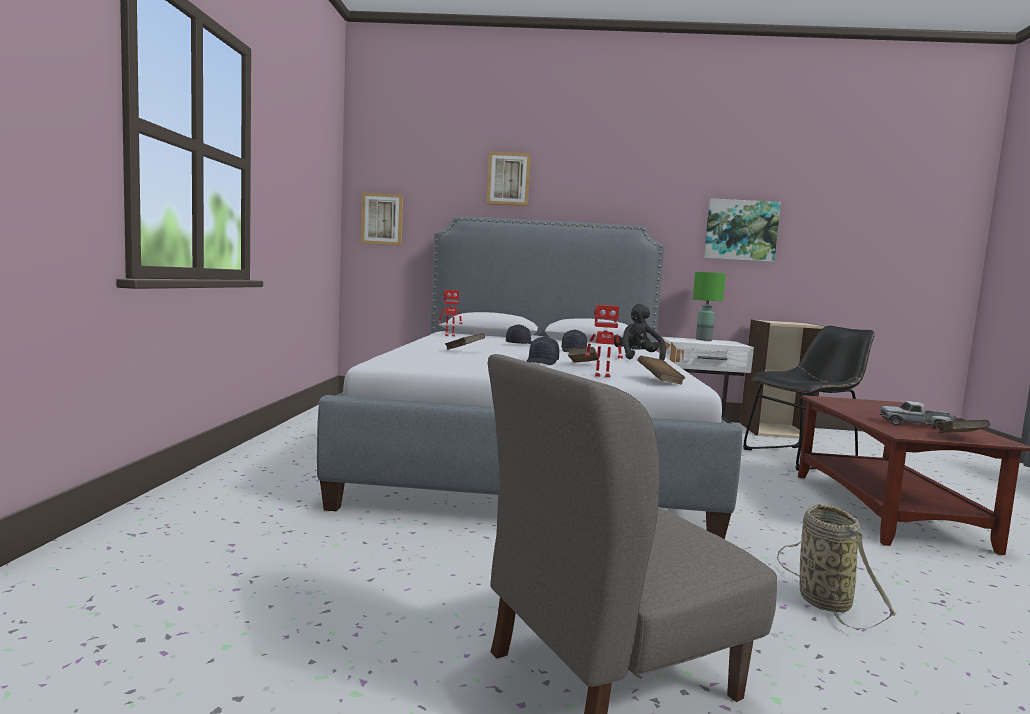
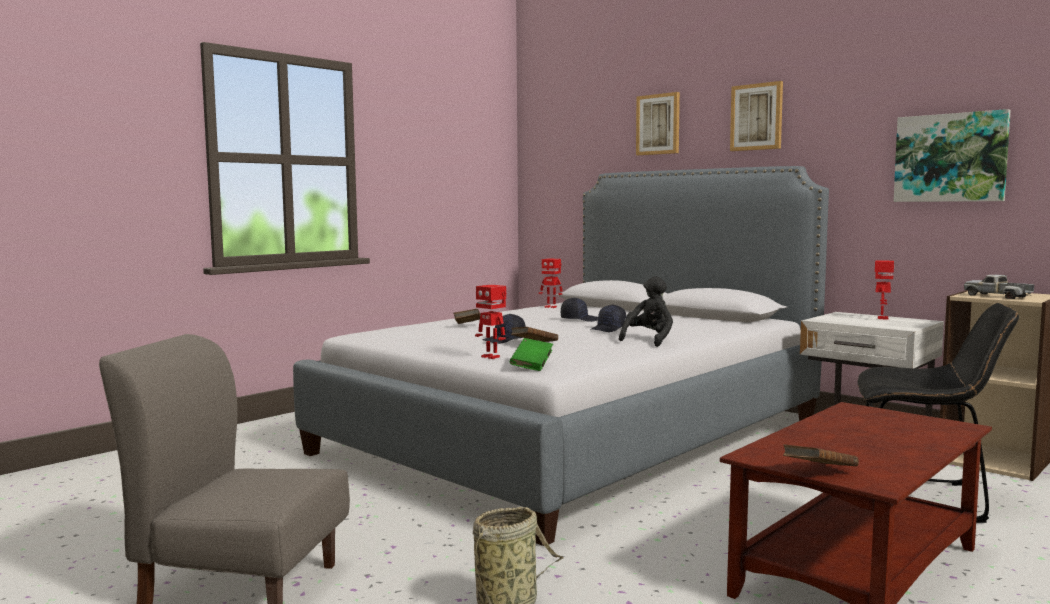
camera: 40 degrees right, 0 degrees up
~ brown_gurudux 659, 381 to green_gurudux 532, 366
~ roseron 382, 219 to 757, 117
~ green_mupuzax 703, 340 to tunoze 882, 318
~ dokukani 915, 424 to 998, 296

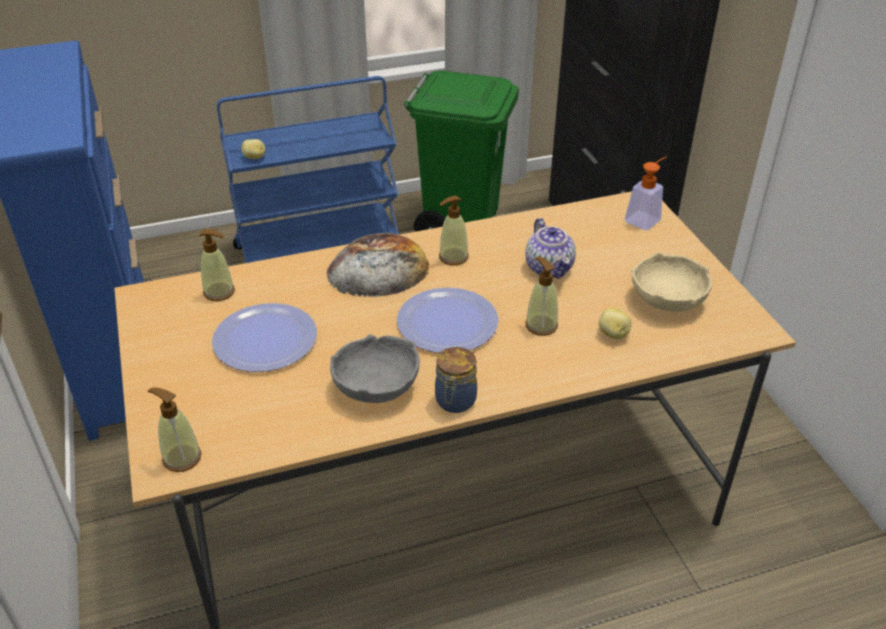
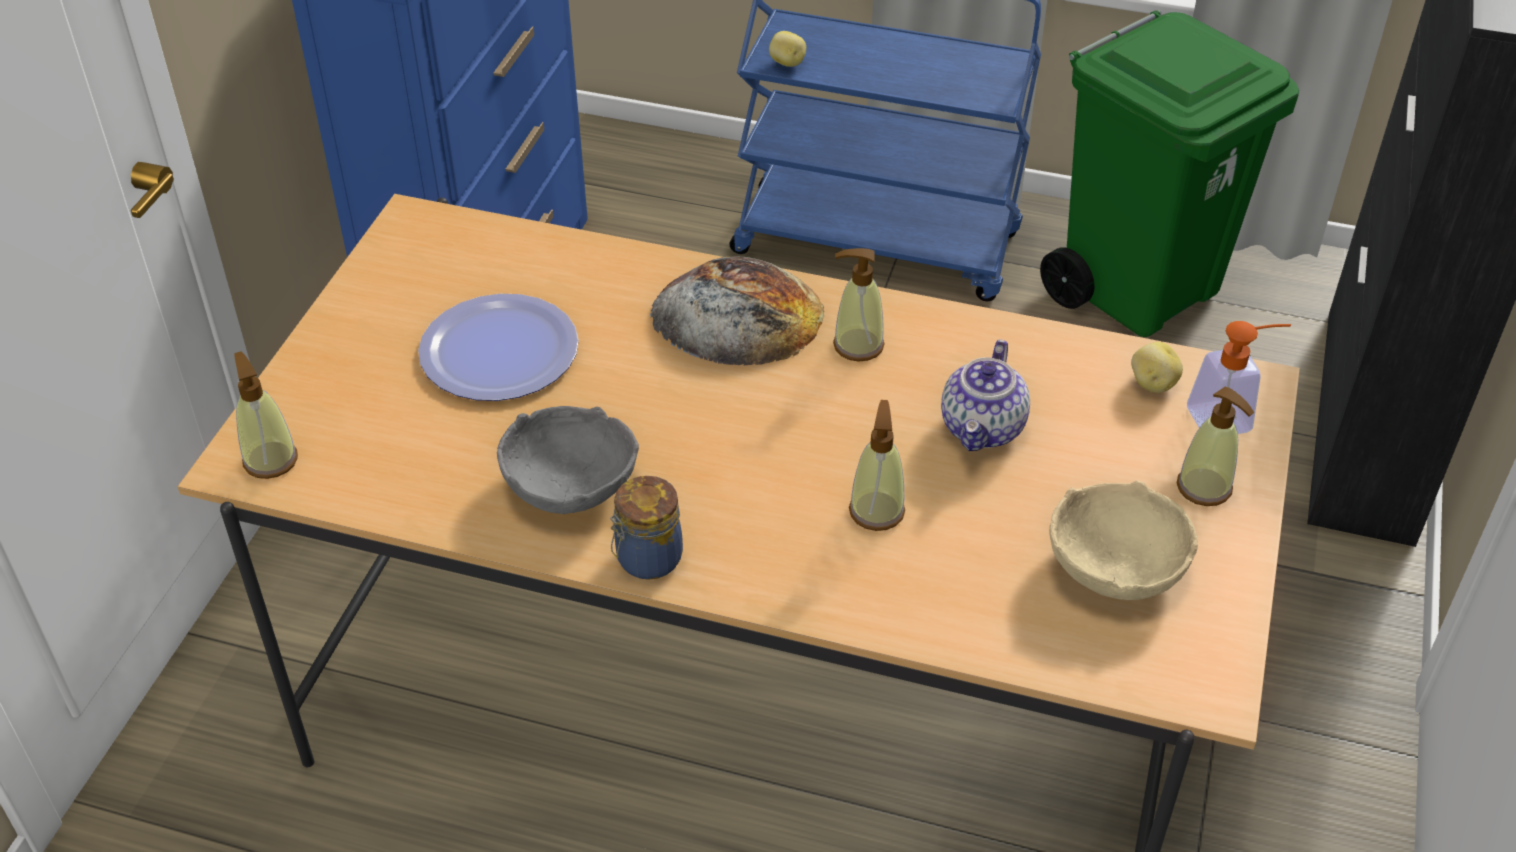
camera: 35 degrees right, 5 degrees up
~ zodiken 613, 334 to 1152, 383
~ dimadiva 219, 292 to 1204, 487
- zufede 447, 322

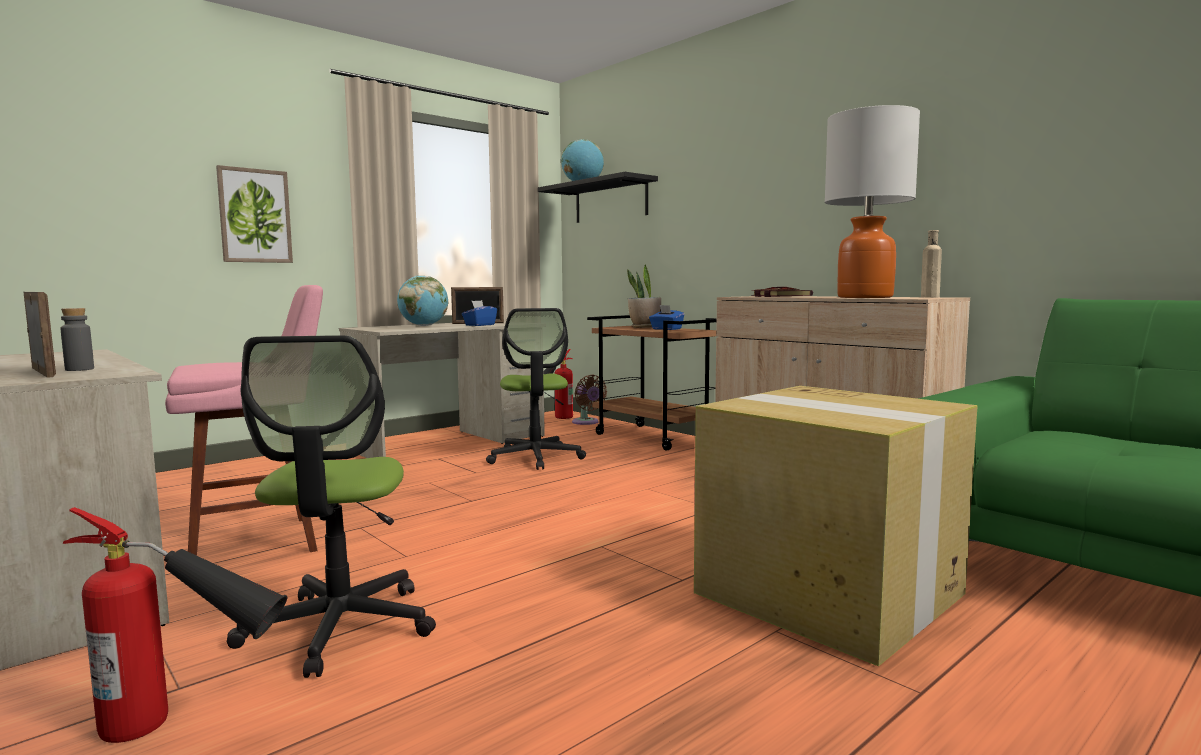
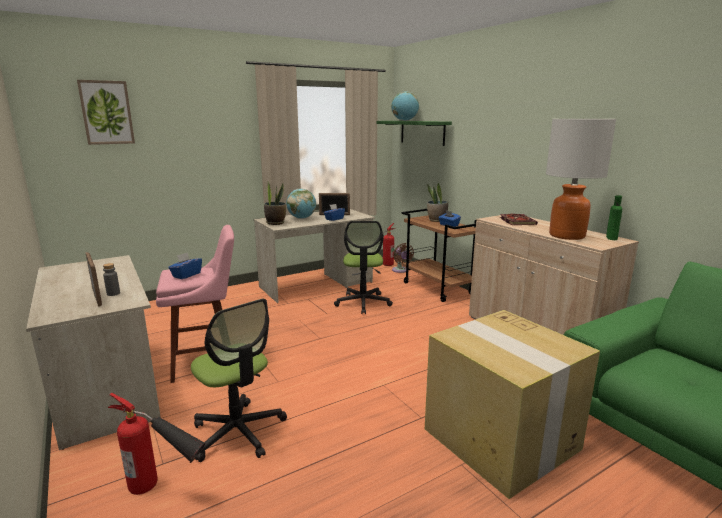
camera: 10 degrees right, 10 degrees up
~ roseron 255, 216 to 106, 112
+ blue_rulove 186, 275
~ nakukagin 339, 627 = 238, 432 45 degrees counterclockwise
+ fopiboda 275, 223
~ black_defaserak 610, 201 to green_defaserak 422, 132
~ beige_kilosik 929, 297 to green_kilosik 611, 238

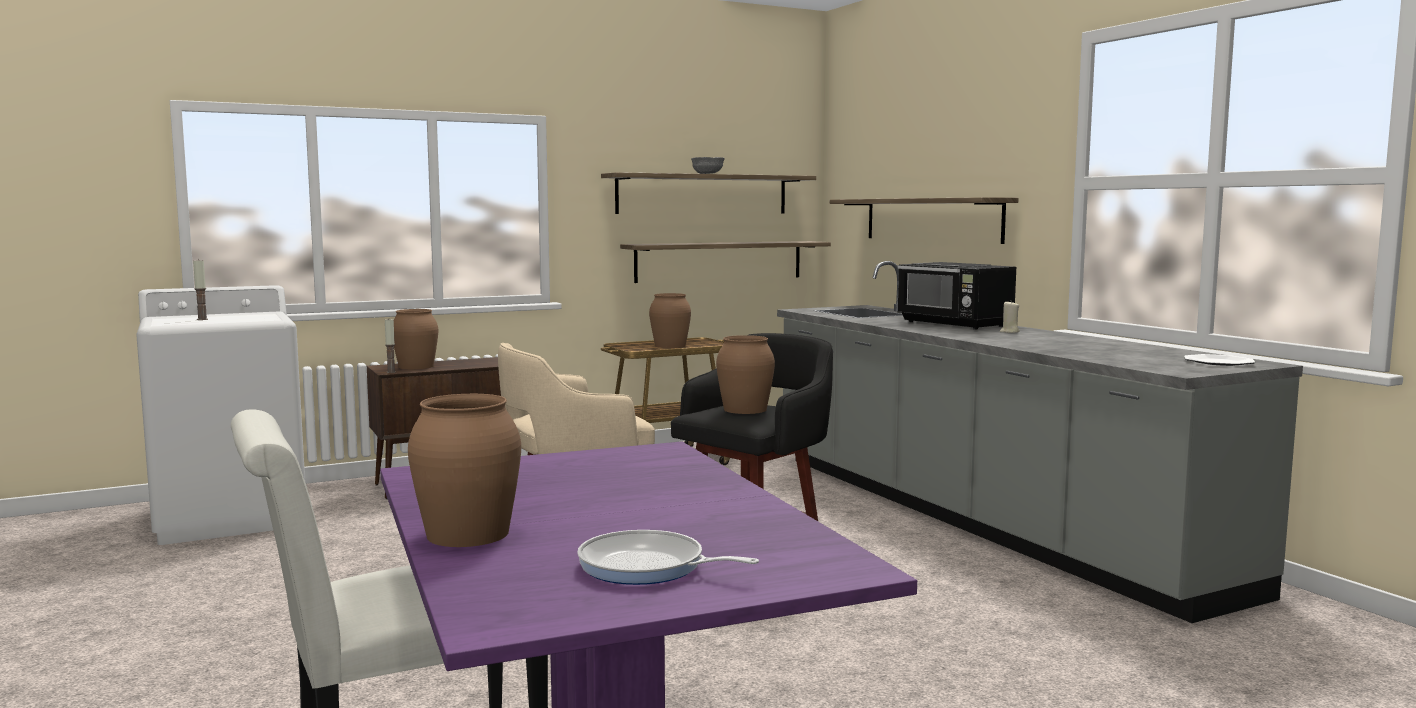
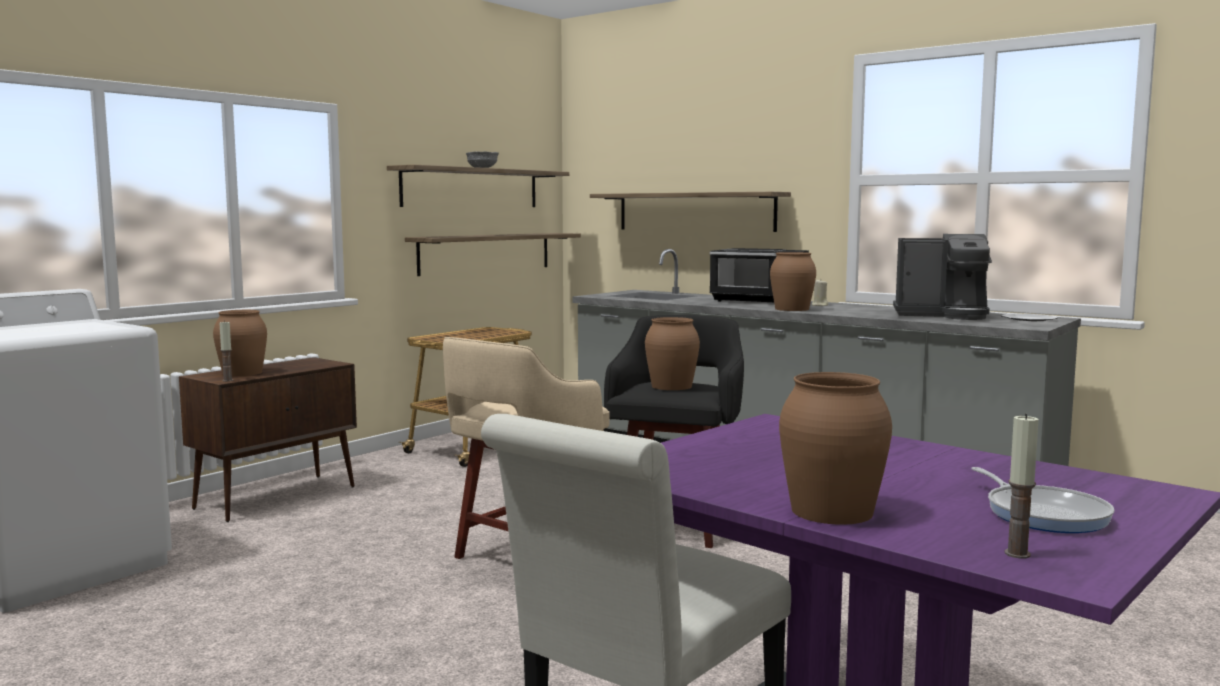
camera: 25 degrees left, 0 degrees up
~ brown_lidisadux 670, 346 to 792, 309
+ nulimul 942, 315
~ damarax 647, 567 = 1043, 514 105 degrees counterclockwise
~ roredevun 202, 319 to 1017, 554

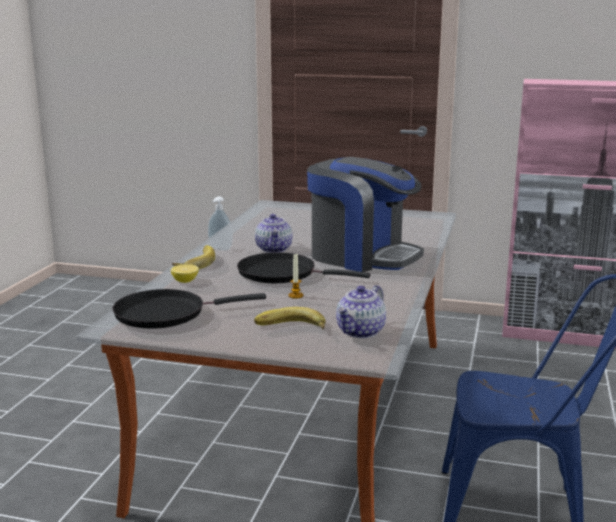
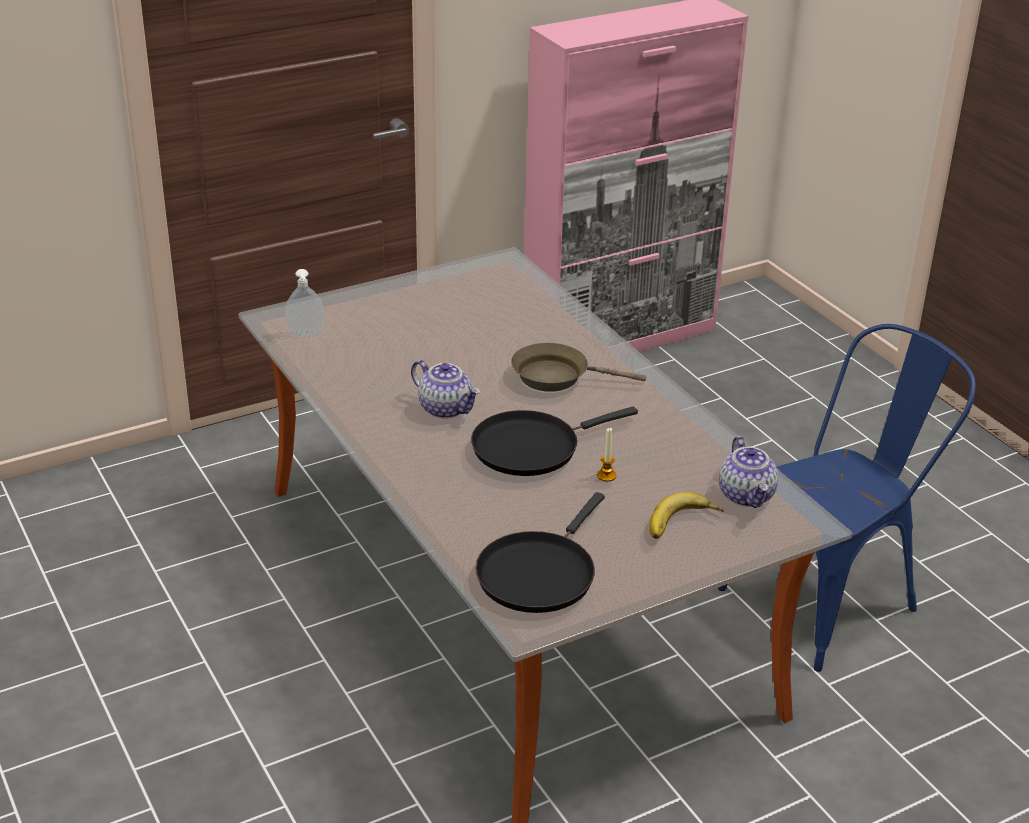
camera: 45 degrees left, 15 degrees up
~ dimadiva 219, 249 to 306, 334
~ nulimul 362, 256 to brown_damarax 556, 376
- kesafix 185, 281
- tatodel 195, 262

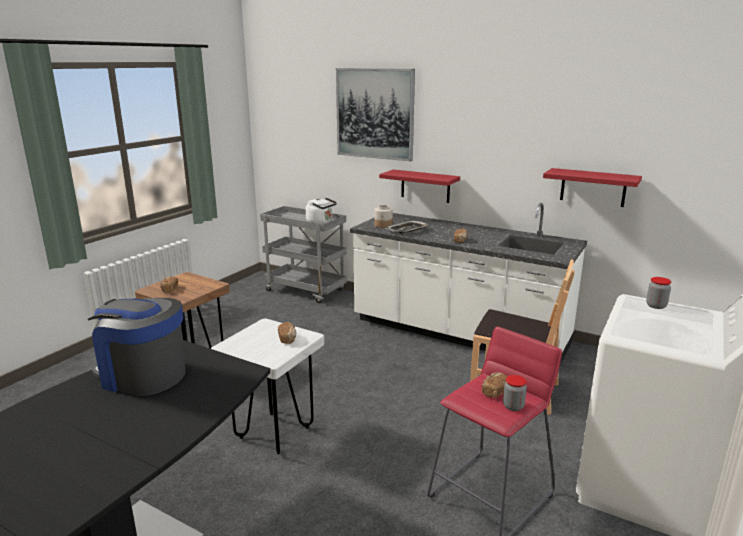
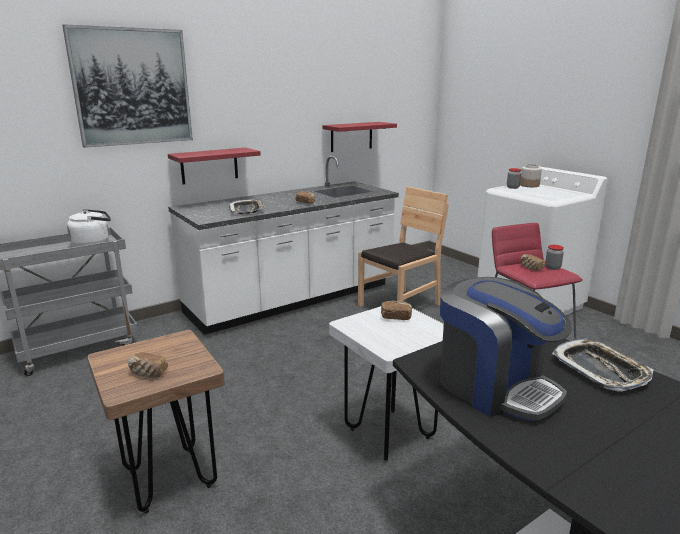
camera: 65 degrees left, 0 degrees up
~ nulimul 142, 375 = 495, 386 90 degrees counterclockwise
~ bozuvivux 383, 225 to 529, 185
+ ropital 600, 370

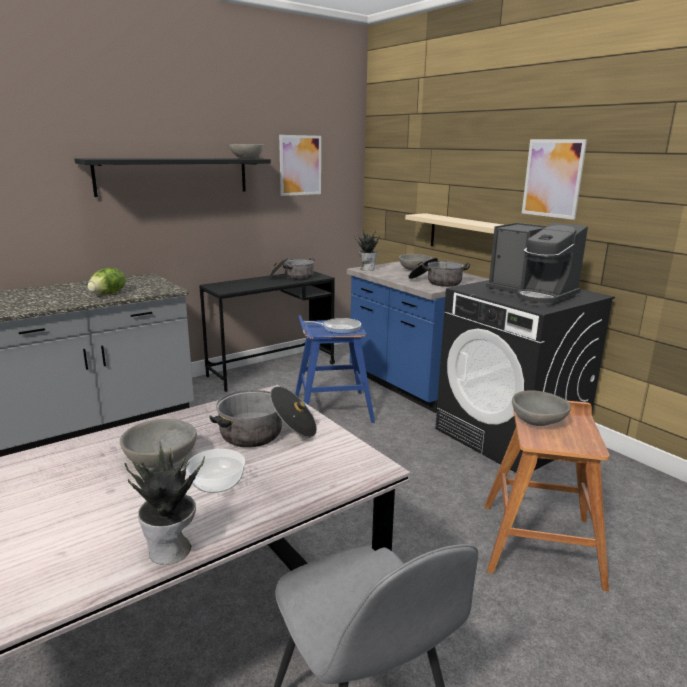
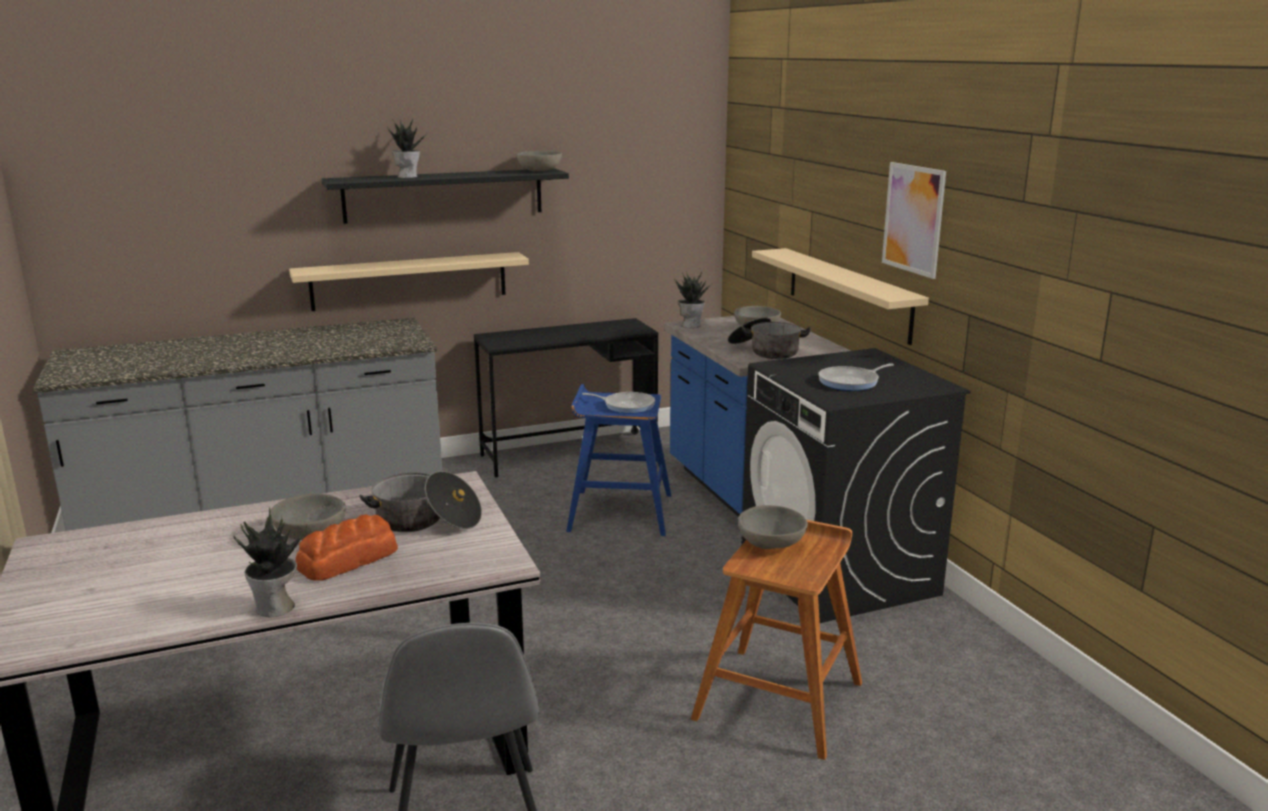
camera: 15 degrees right, 0 degrees up
+ beige_defaserak 409, 281
~ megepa 218, 482 to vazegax 349, 560
+ fopiboda 408, 176
~ nulimul 532, 295 to damarax 851, 382
- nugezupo 108, 293
- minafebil 292, 278
- roseron 300, 165

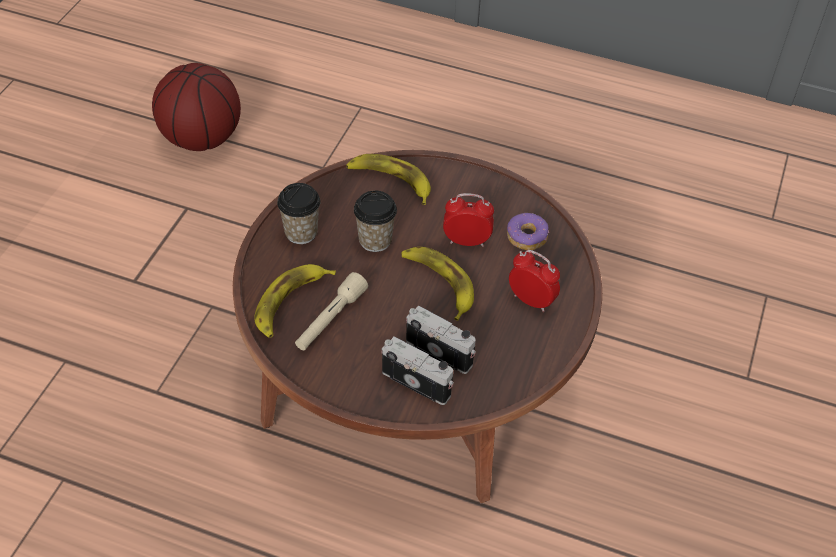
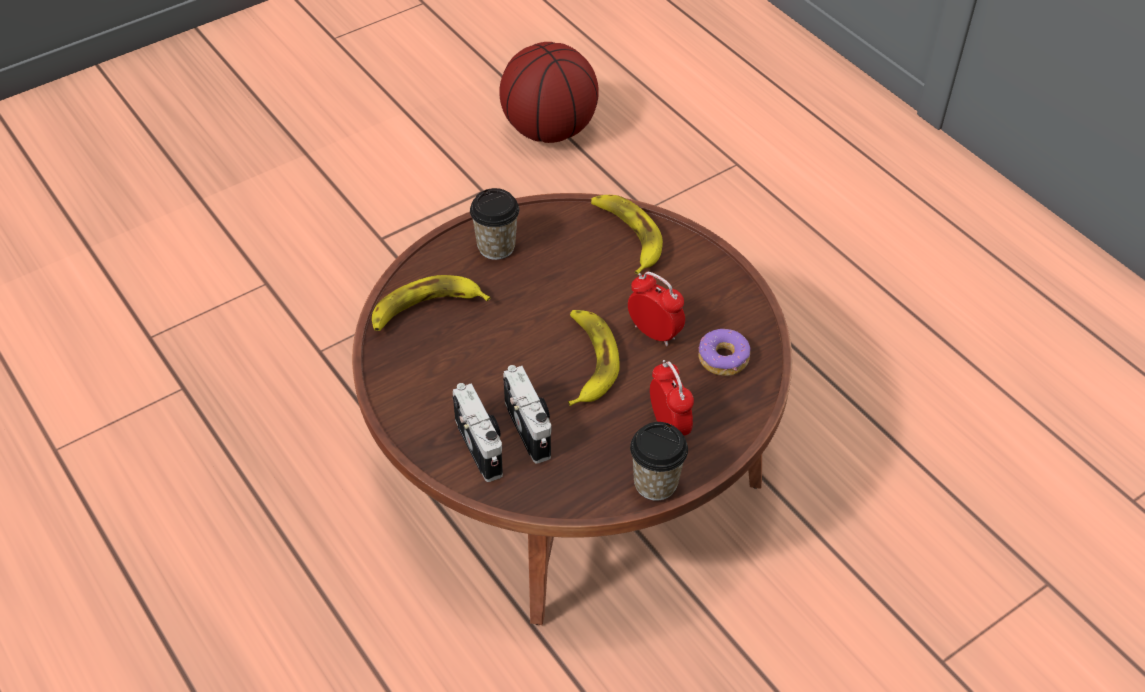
camera: 35 degrees right, 0 degrees up
~ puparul 375, 240 to 655, 483
- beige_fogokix 330, 320

